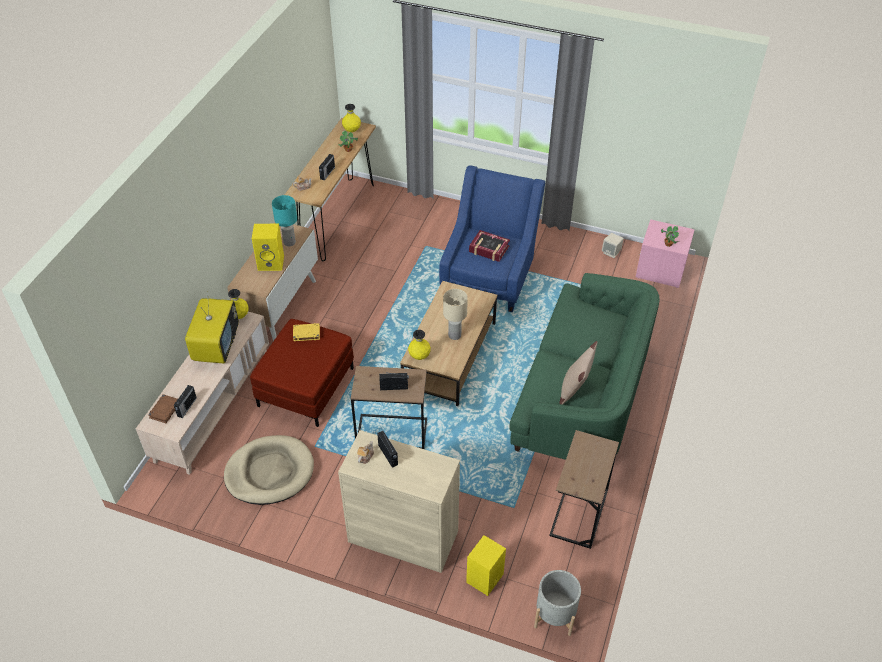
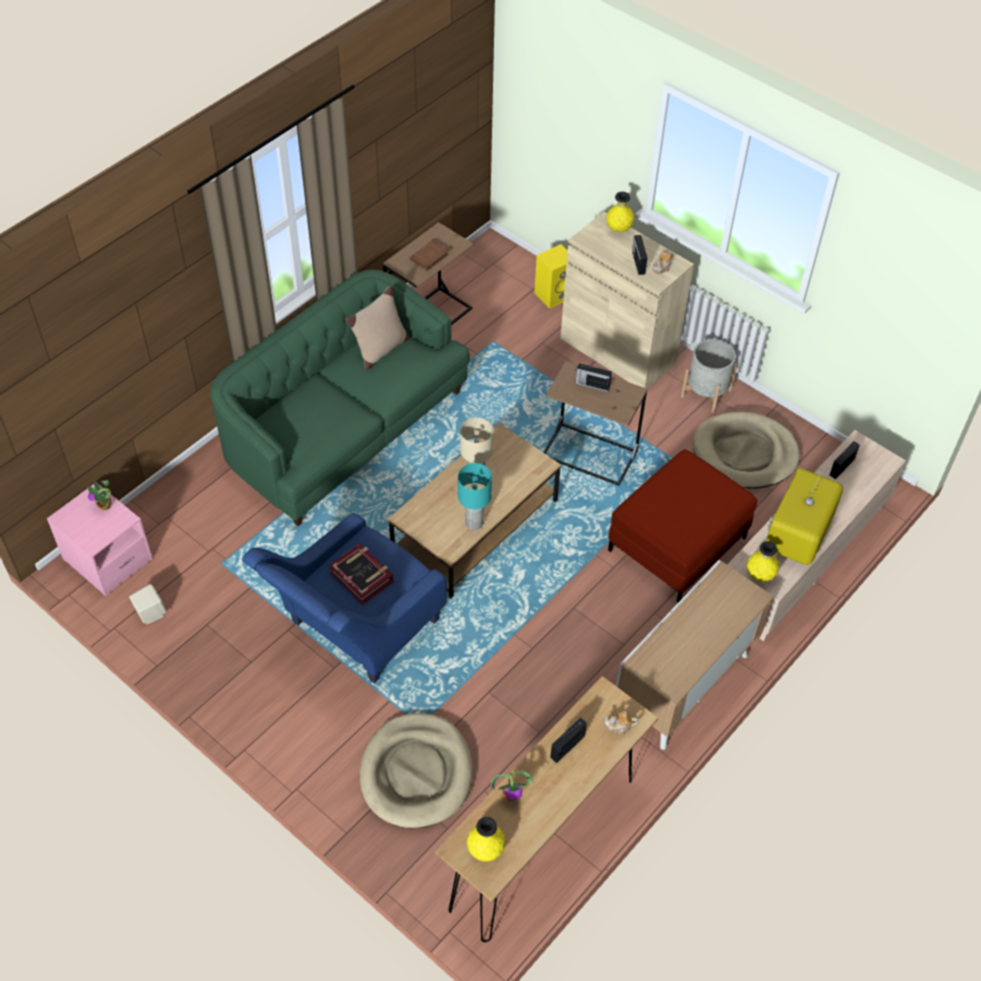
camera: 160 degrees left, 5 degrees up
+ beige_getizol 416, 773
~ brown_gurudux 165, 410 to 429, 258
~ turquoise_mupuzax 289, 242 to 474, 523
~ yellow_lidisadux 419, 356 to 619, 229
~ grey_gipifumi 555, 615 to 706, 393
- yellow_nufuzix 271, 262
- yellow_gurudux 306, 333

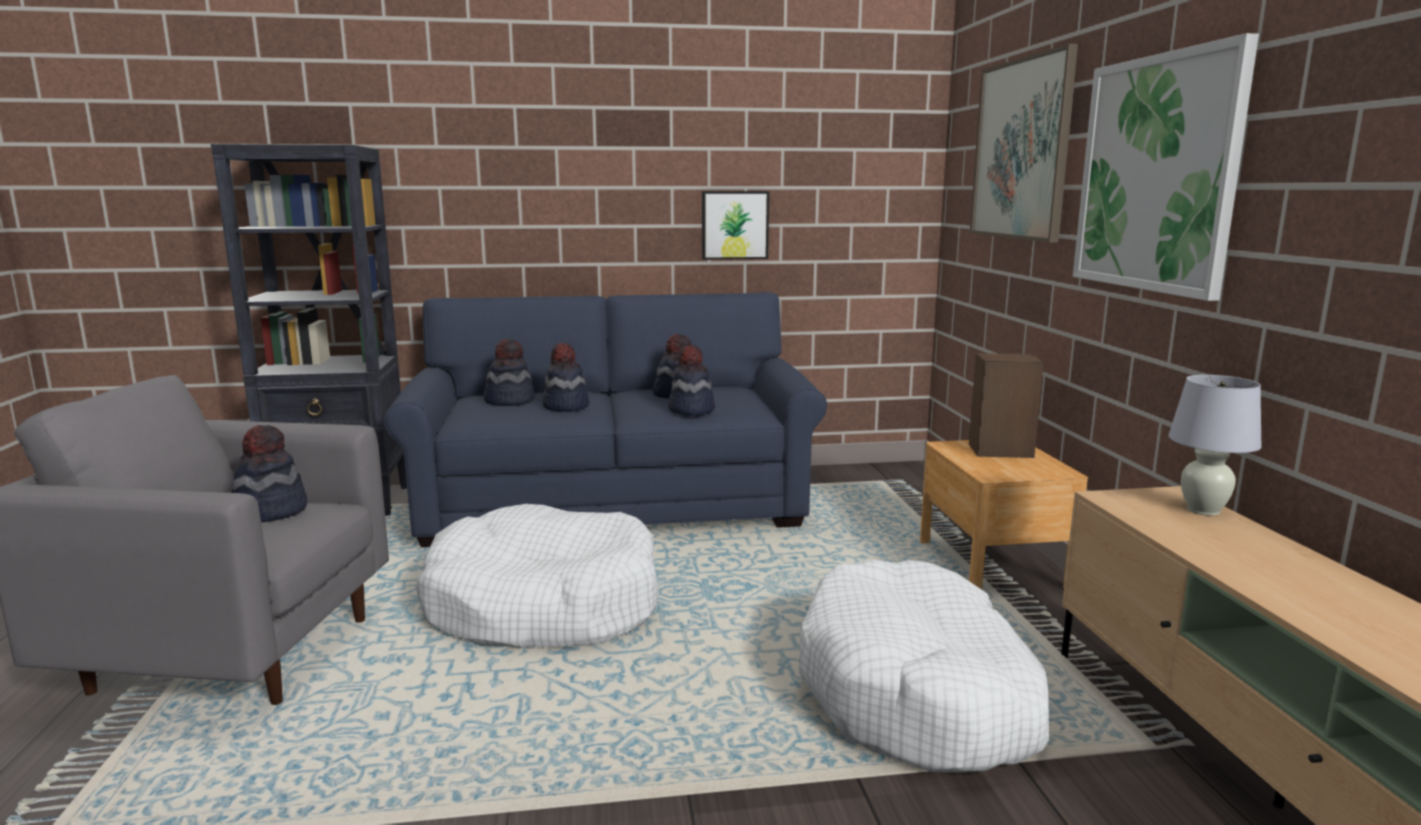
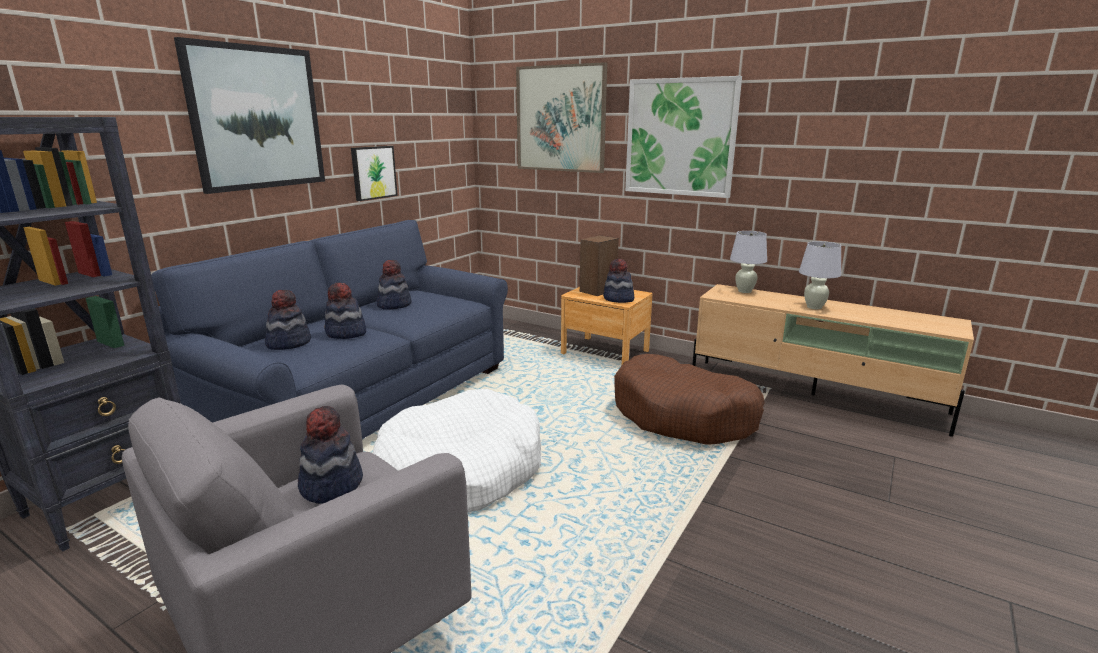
camera: 50 degrees left, 5 degrees up
+ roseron 257, 118
~ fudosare 691, 410 to 618, 299
~ white_getizol 918, 693 to brown_getizol 684, 415
+ white_mupuzax 814, 307

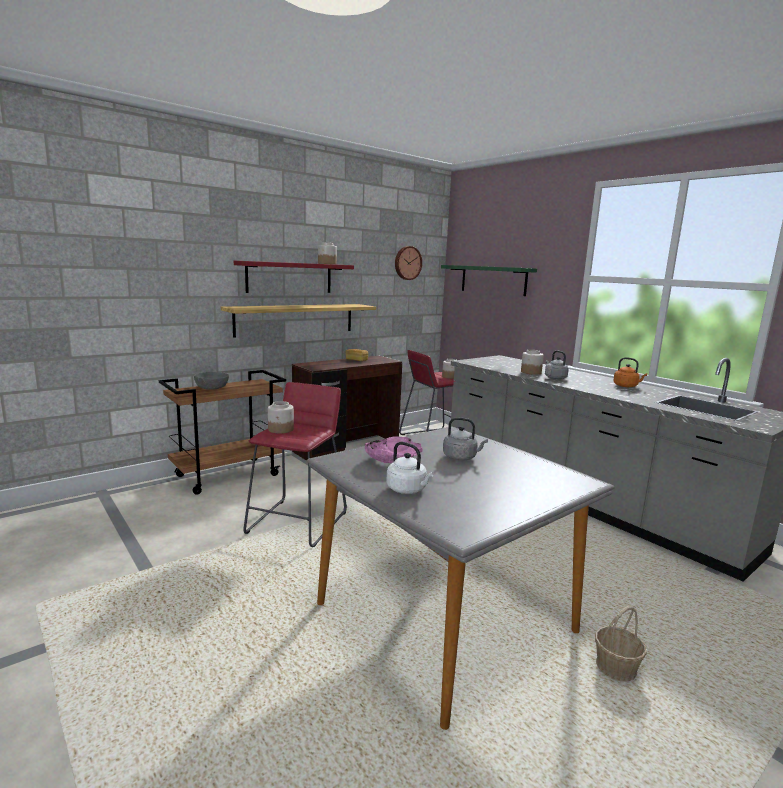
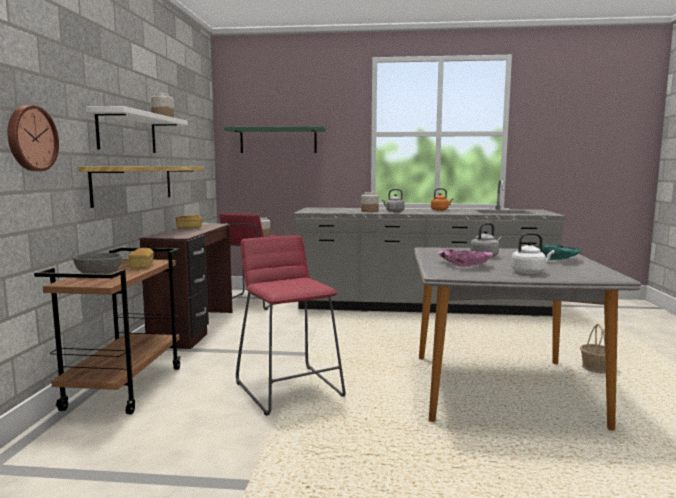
camera: 45 degrees left, 5 degrees down
~ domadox 407, 263 to 30, 138
~ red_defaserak 289, 277 to white_defaserak 127, 133
+ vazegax 142, 266
+ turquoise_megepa 556, 259
- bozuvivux 281, 429

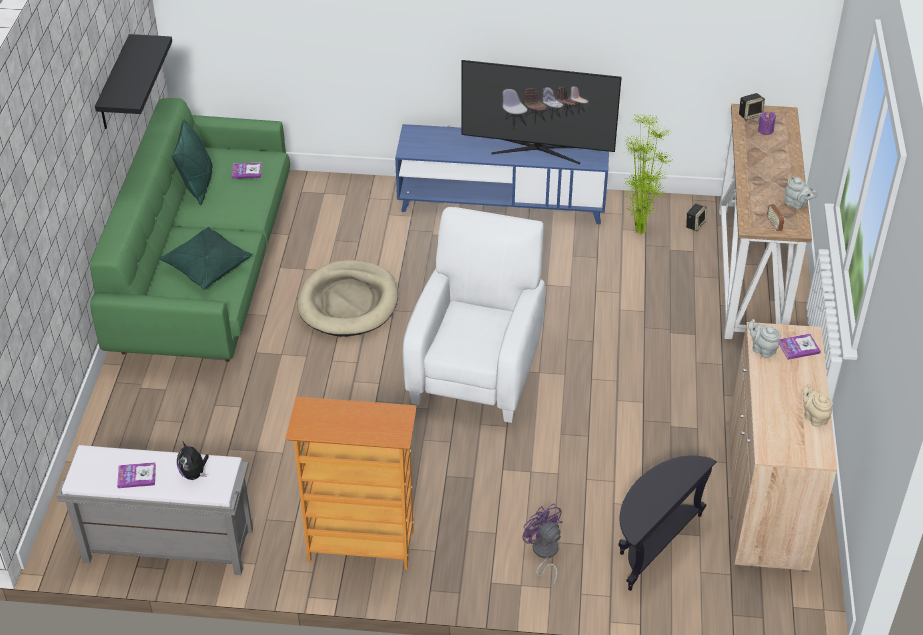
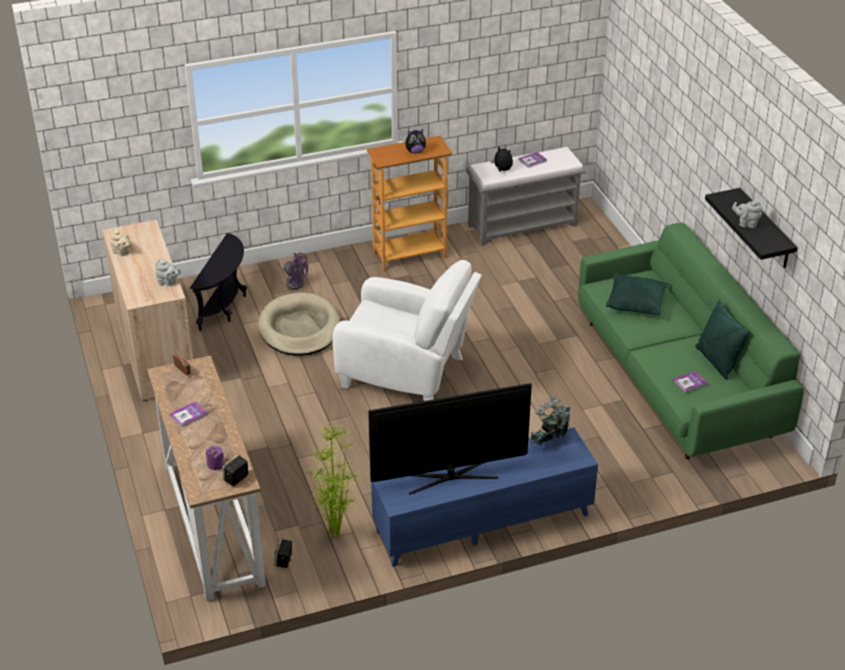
camera: 155 degrees right, 5 degrees down
~ gurudux 798, 347 to 189, 415
~ beige_getizol 348, 302 to 299, 328
~ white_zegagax 478, 367 = 407, 374 60 degrees counterclockwise
+ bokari 415, 151
+ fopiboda 550, 444
~ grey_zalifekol 797, 204 to 746, 224

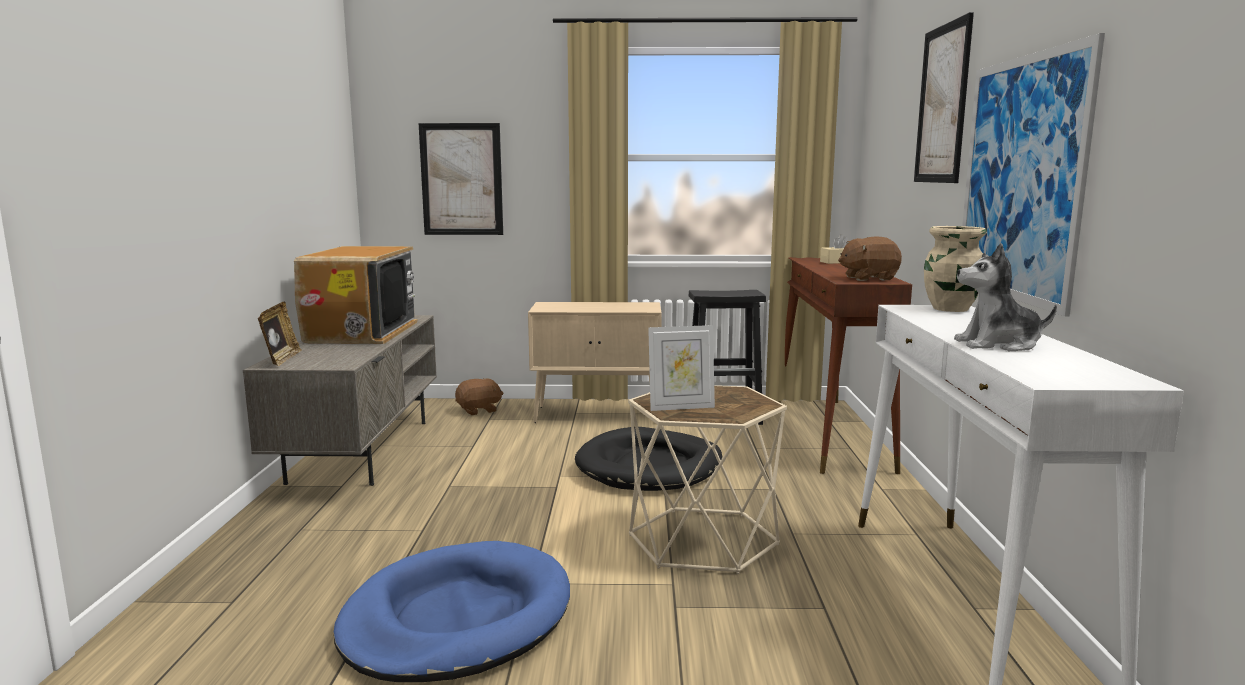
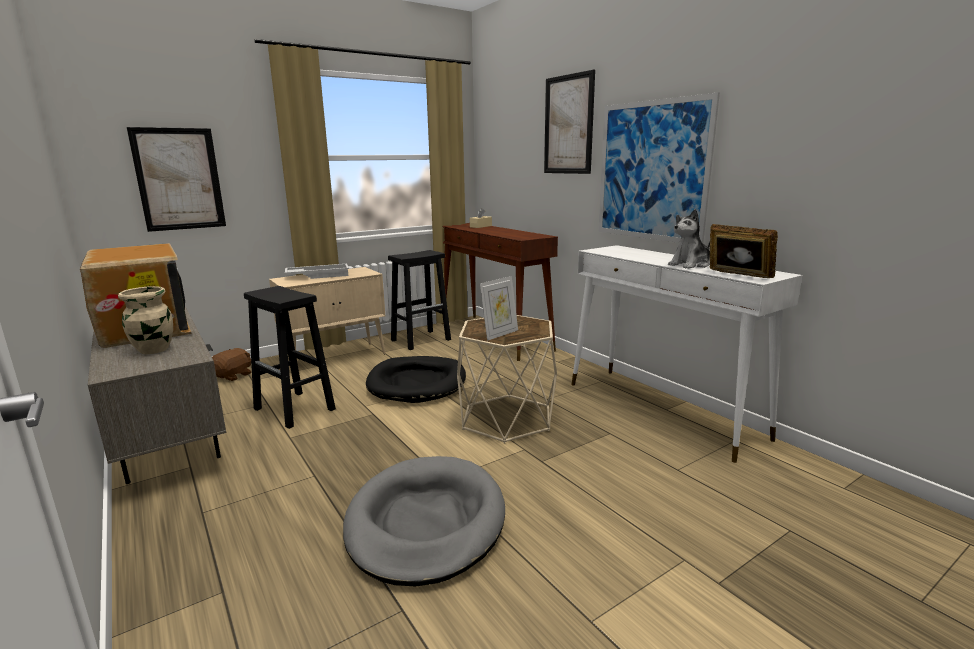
camera: 35 degrees left, 5 degrees up
~ beige_lidisadux 951, 309 to 154, 350
+ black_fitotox 295, 409
+ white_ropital 318, 275
~ blue_getizol 457, 618 to grey_getizol 426, 522
~ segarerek 281, 359 to 737, 275
- brown_bokari 868, 278

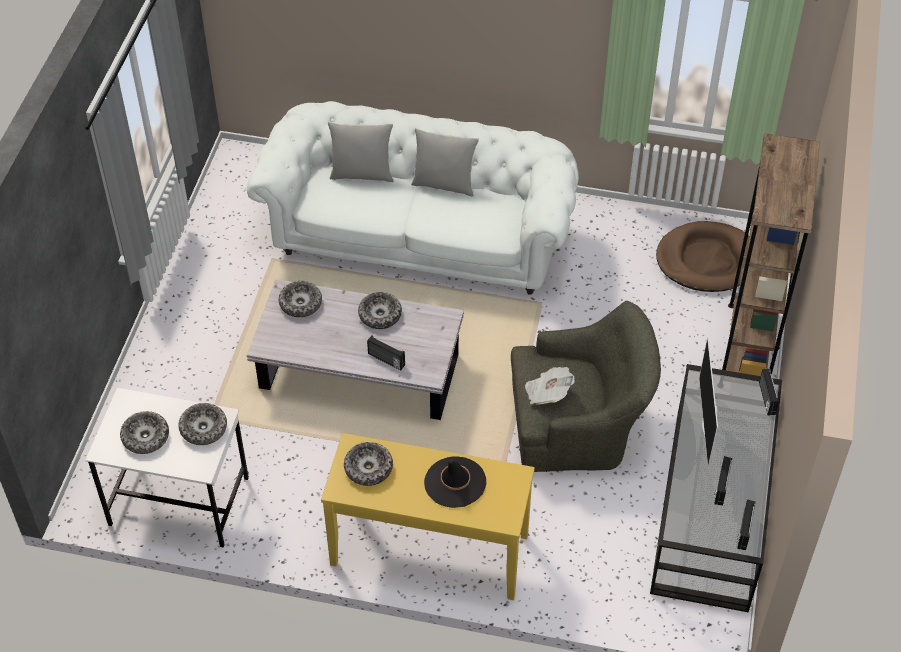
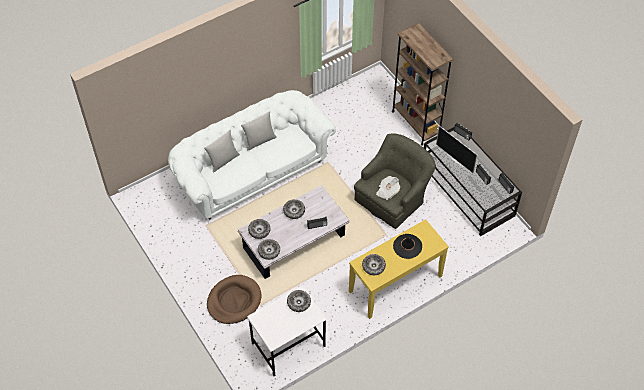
camera: 45 degrees left, 5 degrees up
~ brown_getizol 706, 260 to 234, 301
~ megepa 145, 437 to 269, 251

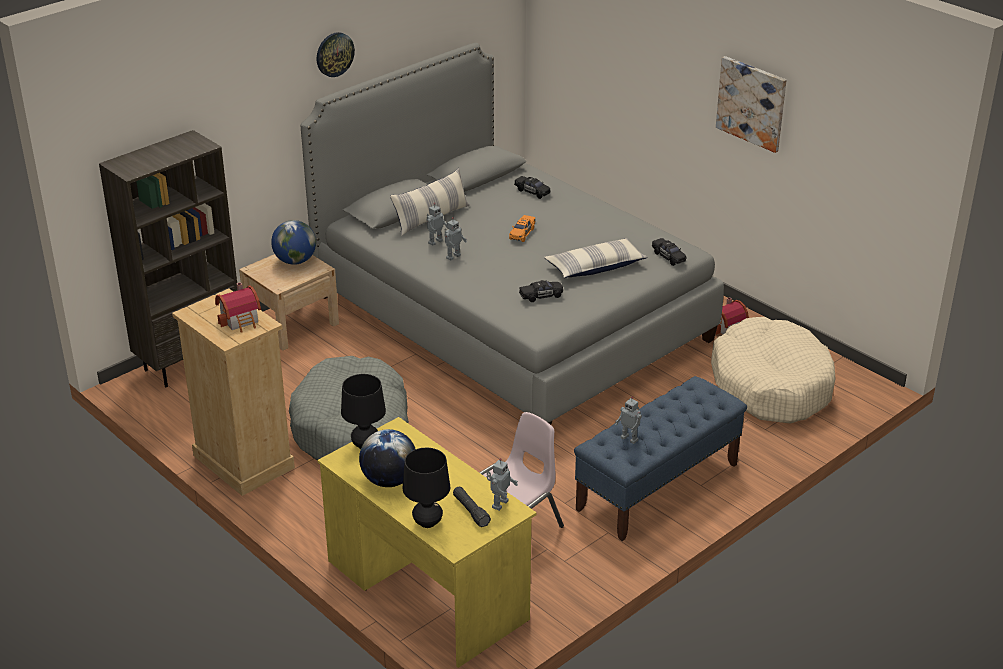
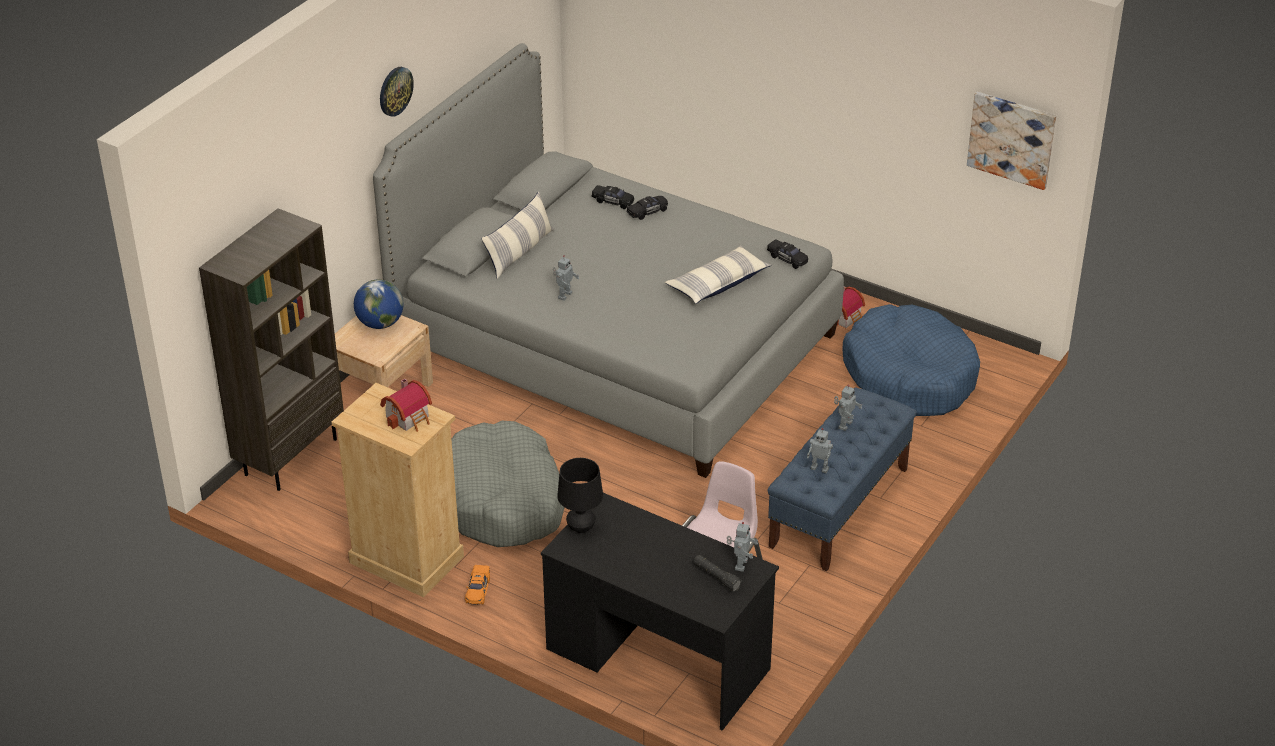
camera: 15 degrees left, 5 degrees up
~ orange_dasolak 522, 233 to 478, 590
~ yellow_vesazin 427, 590 to black_vesazin 657, 659
~ black_dasolak 541, 296 to 647, 212
~ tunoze 435, 241 to 844, 425
~ beige_getizol 771, 385 to blue_getizol 910, 375
~ roseron 752, 103 to 1012, 139
- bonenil 389, 480
- black_mupuzax 427, 522

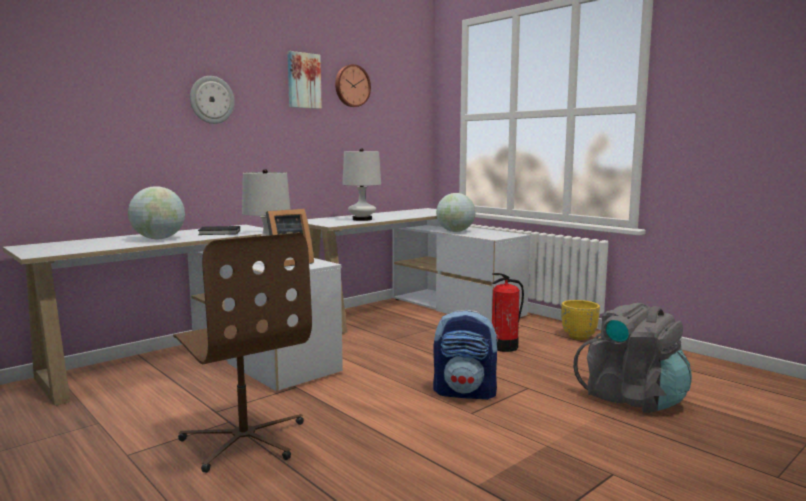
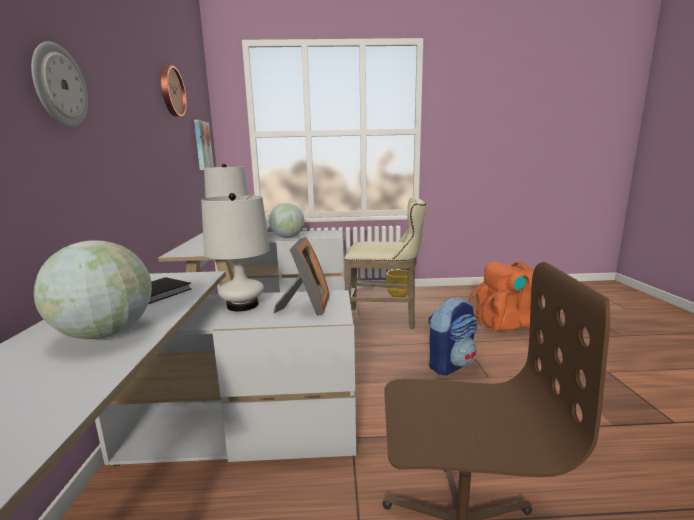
camera: 50 degrees left, 5 degrees up
~ roseron 303, 80 to 202, 145
~ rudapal 505, 347 to beige_fitotox 385, 319
~ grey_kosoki 632, 398 to orange_kosoki 506, 323

